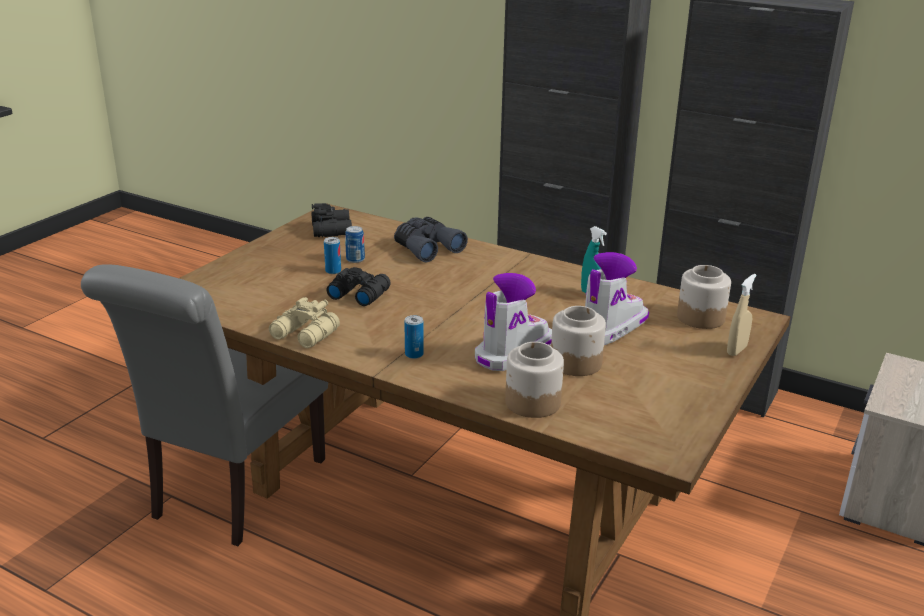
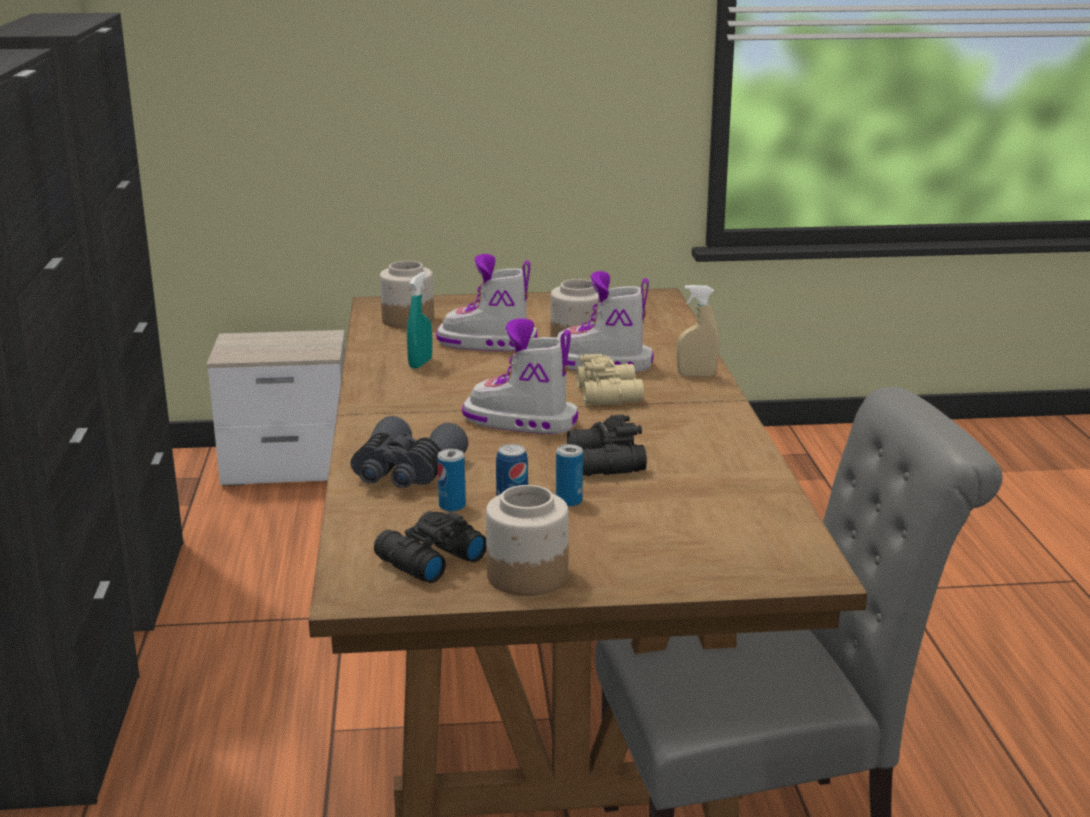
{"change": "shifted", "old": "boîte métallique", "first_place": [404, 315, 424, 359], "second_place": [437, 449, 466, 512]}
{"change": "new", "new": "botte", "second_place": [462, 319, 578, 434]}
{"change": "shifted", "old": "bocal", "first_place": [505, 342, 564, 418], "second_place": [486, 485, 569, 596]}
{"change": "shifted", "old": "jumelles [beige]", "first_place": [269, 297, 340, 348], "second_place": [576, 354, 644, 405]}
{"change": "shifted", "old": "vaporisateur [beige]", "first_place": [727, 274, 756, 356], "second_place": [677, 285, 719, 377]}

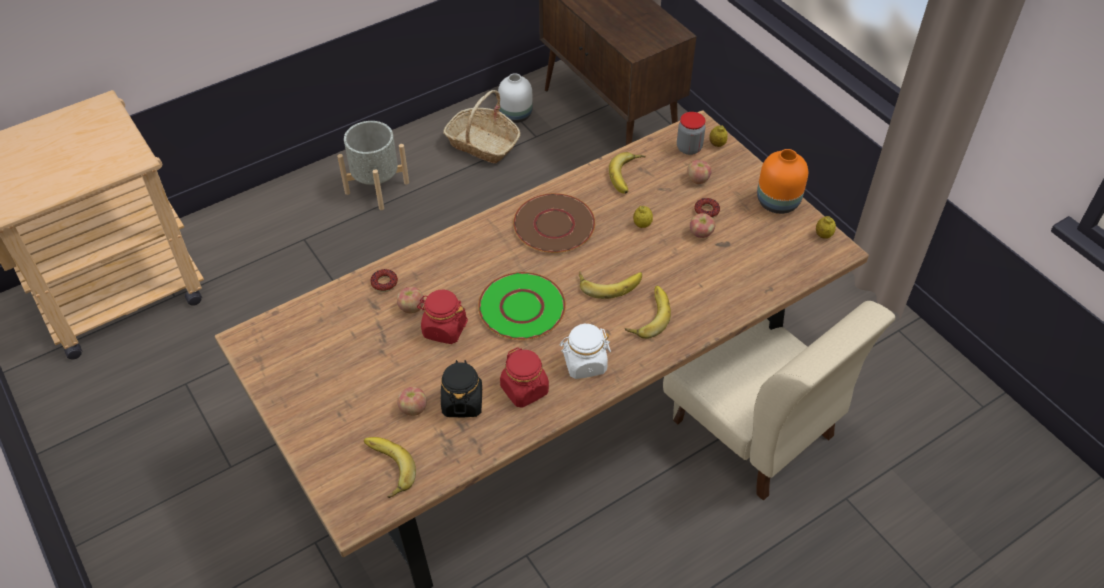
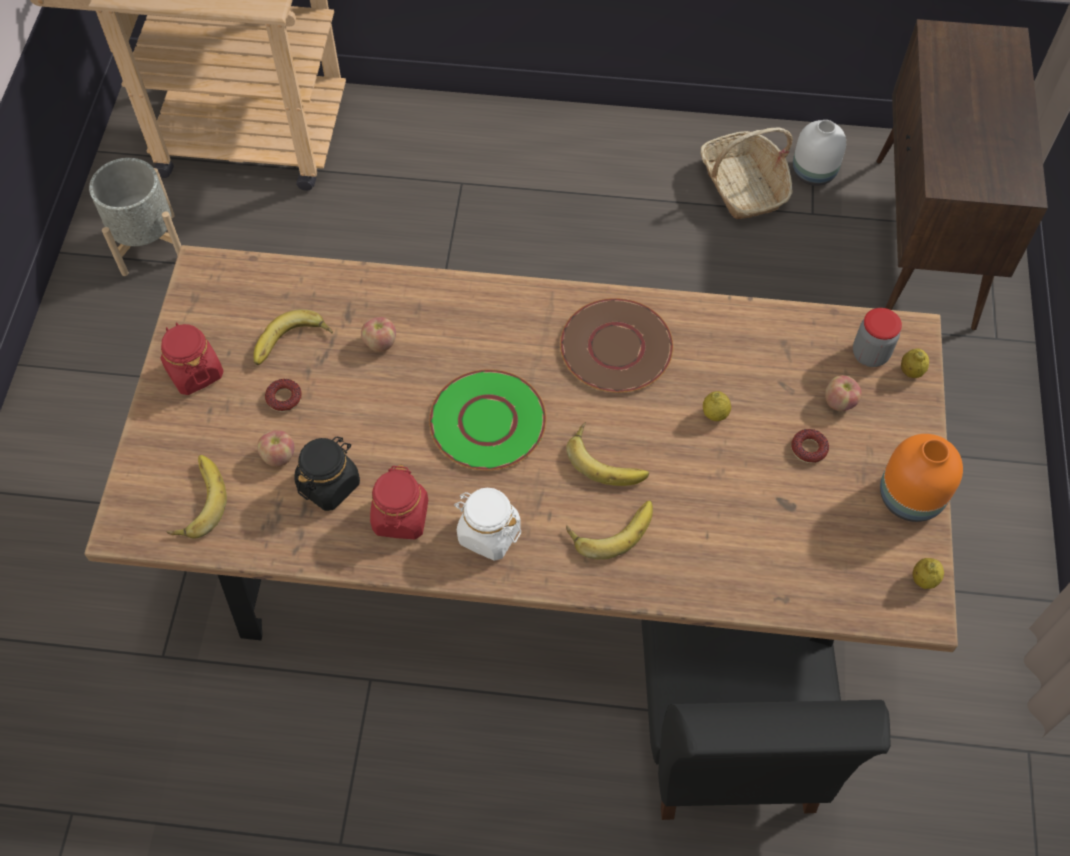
{"change": "shifted", "old": "cache-pot [gris]", "first_place": [337, 121, 409, 210], "second_place": [89, 158, 181, 276]}
{"change": "shifted", "old": "bocal [rouge]", "first_place": [417, 290, 468, 344], "second_place": [161, 322, 223, 395]}
{"change": "shifted", "old": "banane", "first_place": [609, 152, 646, 194], "second_place": [253, 309, 333, 365]}
{"change": "shifted", "old": "beignet", "first_place": [370, 269, 398, 292], "second_place": [265, 379, 302, 412]}
{"change": "repainted", "old": "chaise [beige]", "new": "chaise [noir]", "first_place": [663, 301, 895, 501], "second_place": [641, 619, 891, 820]}
{"change": "gone", "old": "pomme", "first_place": [690, 213, 715, 238]}

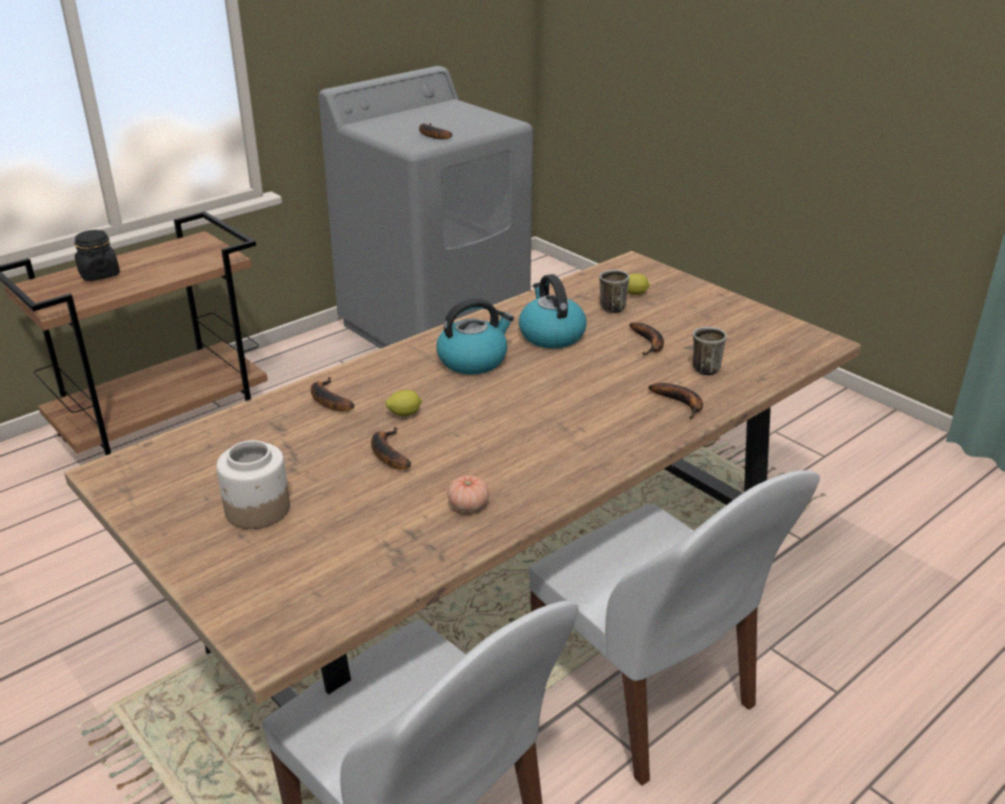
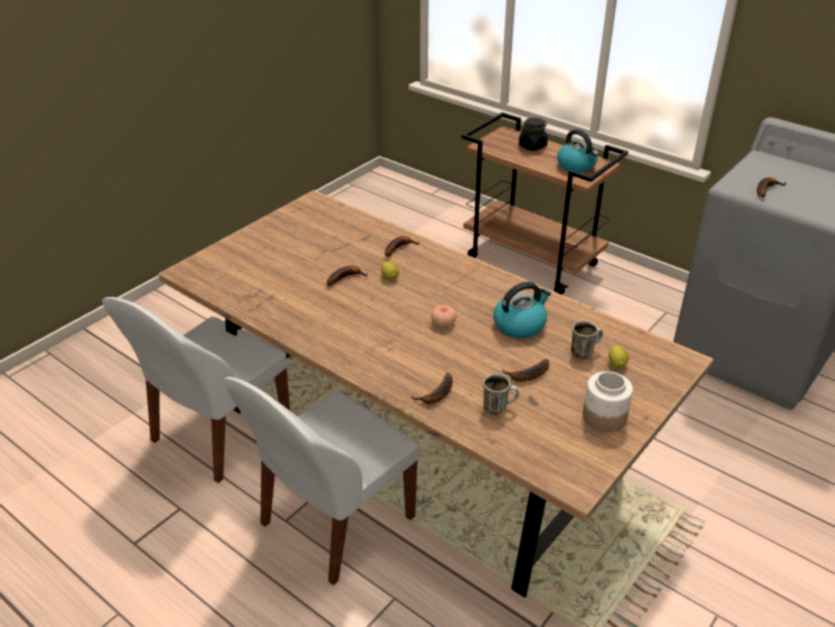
{"change": "shifted", "old": "tomate", "first_place": [447, 476, 489, 512], "second_place": [431, 305, 456, 327]}
{"change": "shifted", "old": "bouilloire", "first_place": [437, 298, 514, 375], "second_place": [557, 129, 599, 173]}
{"change": "shifted", "old": "bocal", "first_place": [216, 440, 290, 529], "second_place": [583, 371, 633, 432]}

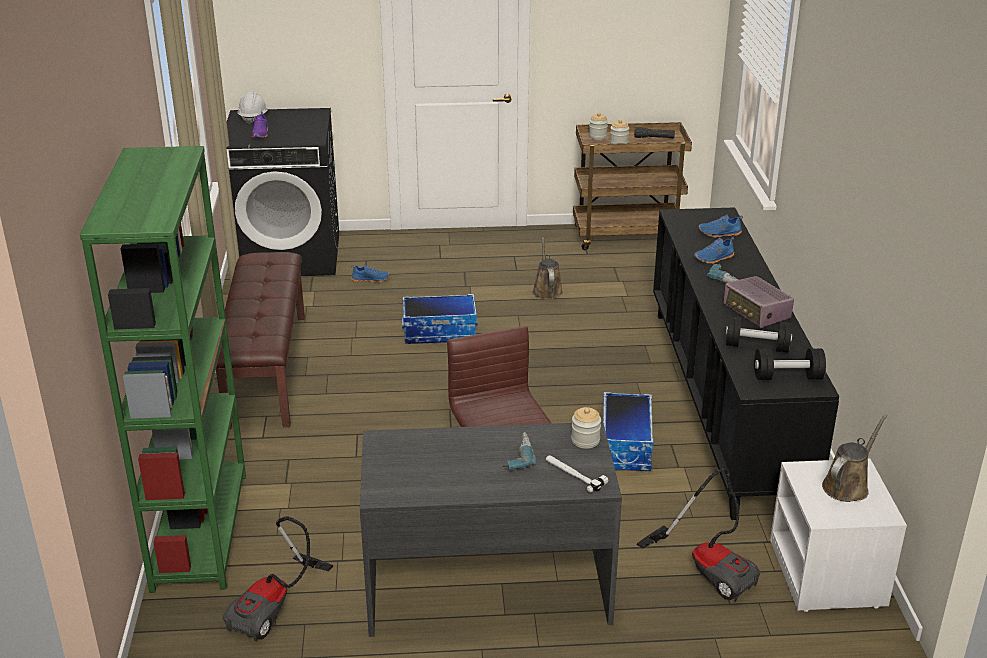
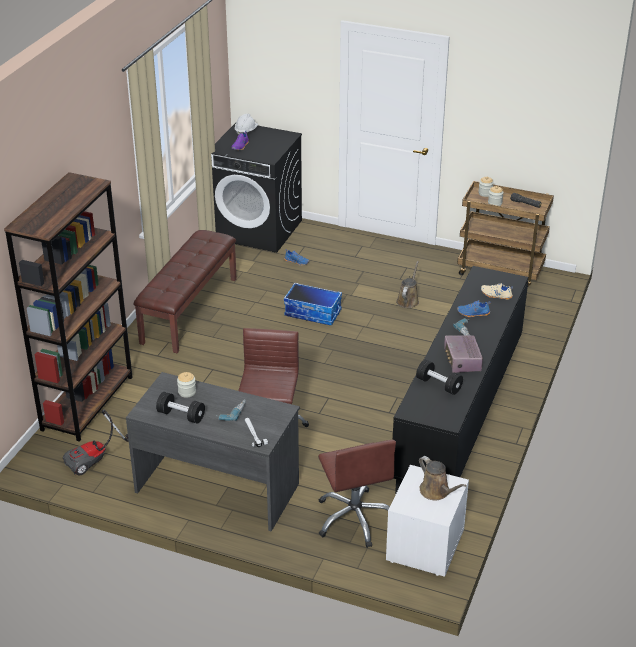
{"change": "repainted", "old": "bibliothèque [vert]", "new": "bibliothèque [marron]", "first_place": [80, 146, 246, 593], "second_place": [4, 172, 133, 442]}
{"change": "shifted", "old": "haltère [noir]", "first_place": [754, 348, 826, 380], "second_place": [156, 392, 205, 424]}
{"change": "shifted", "old": "bocal", "first_place": [571, 407, 601, 449], "second_place": [177, 372, 196, 398]}
{"change": "swapped", "old": "aspirateur", "new": "chaise de bureau [marron]", "first_place": [637, 468, 760, 601], "second_place": [318, 440, 396, 548]}
{"change": "rotated", "old": "arrosoir [marron]", "first_place": [822, 414, 888, 502], "second_place": [419, 456, 467, 500], "degrees": 75}
{"change": "repainted", "old": "chaussure [bleu]", "new": "chaussure [beige]", "first_place": [698, 215, 743, 238], "second_place": [481, 283, 513, 300]}
{"change": "gone", "old": "boîte de rangement", "first_place": [603, 392, 654, 471]}

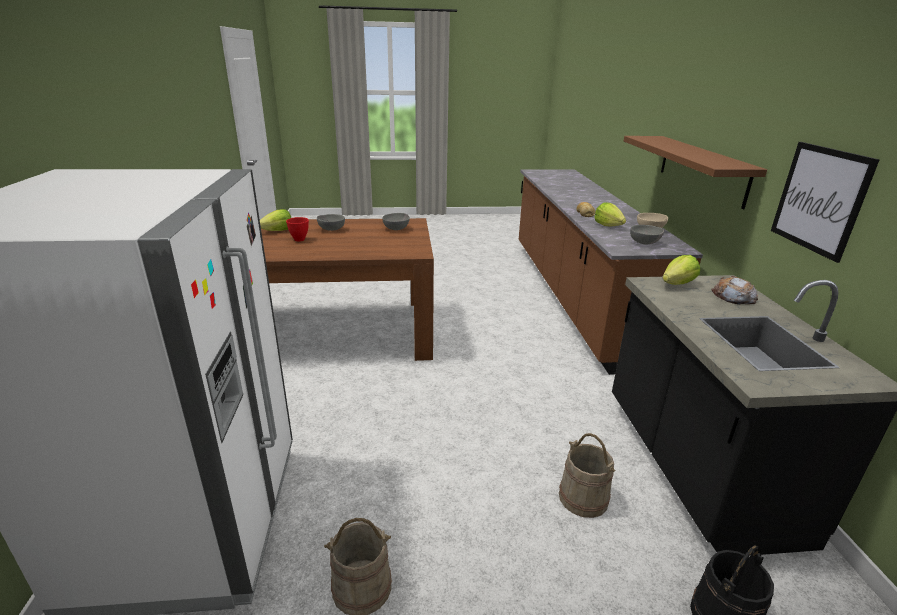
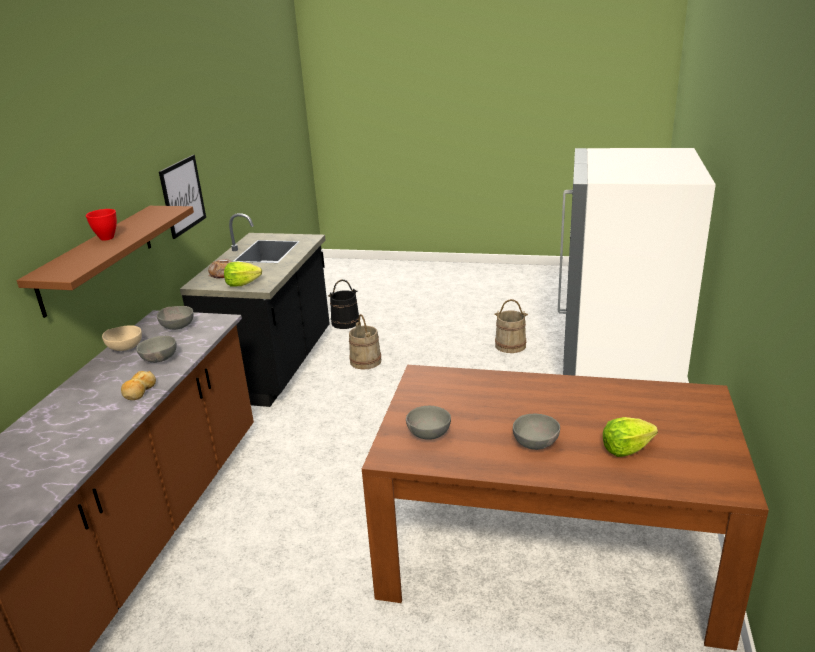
{"change": "shifted", "old": "bol [rouge]", "first_place": [286, 217, 309, 241], "second_place": [86, 209, 117, 240]}
{"change": "swapped", "old": "laitue", "new": "bol [gris]", "first_place": [594, 202, 626, 226], "second_place": [136, 336, 177, 363]}

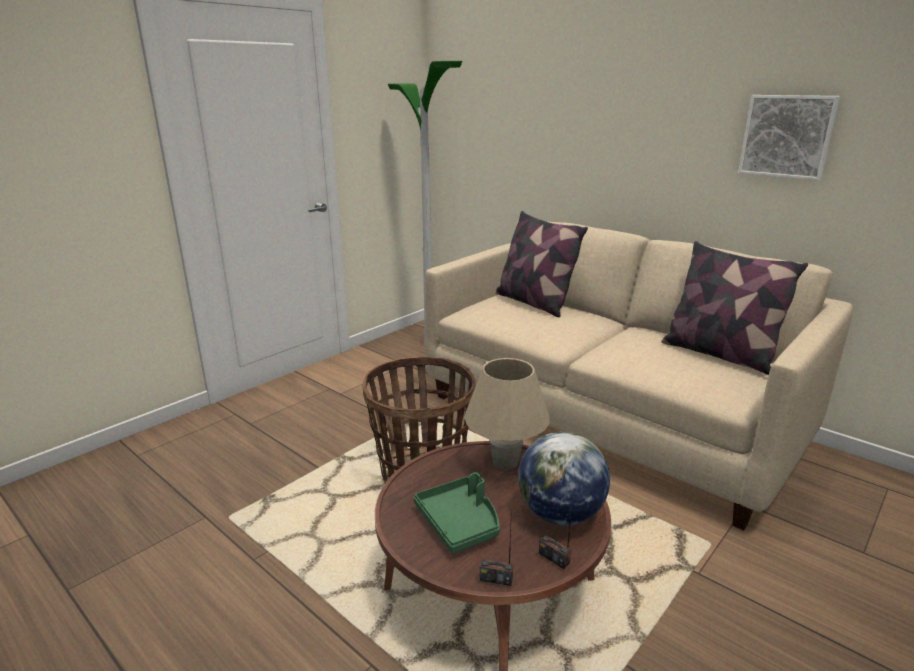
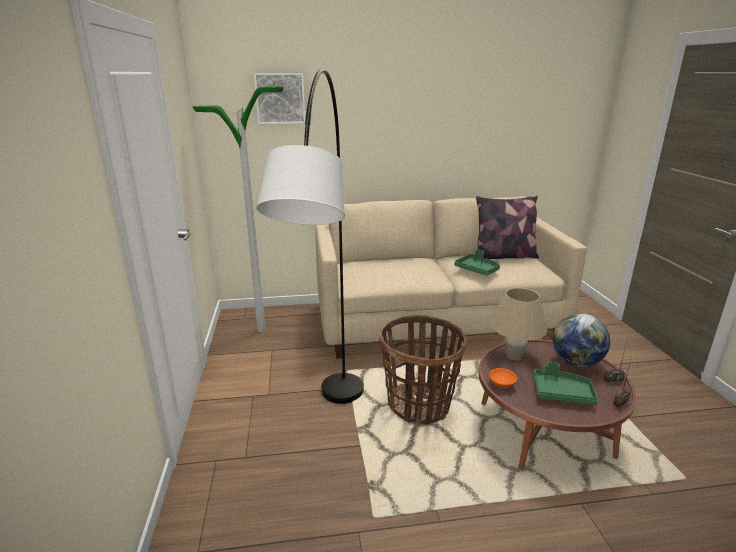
{"change": "shifted", "old": "tableau", "first_place": [738, 95, 840, 181], "second_place": [254, 73, 305, 124]}
{"change": "new", "new": "lampadaire [gris]", "second_place": [256, 69, 364, 404]}
{"change": "new", "new": "plateau [vert]", "second_place": [454, 249, 500, 276]}
{"change": "new", "new": "bol [orange]", "second_place": [489, 368, 518, 388]}
{"change": "gone", "old": "coussin", "first_place": [496, 211, 588, 317]}

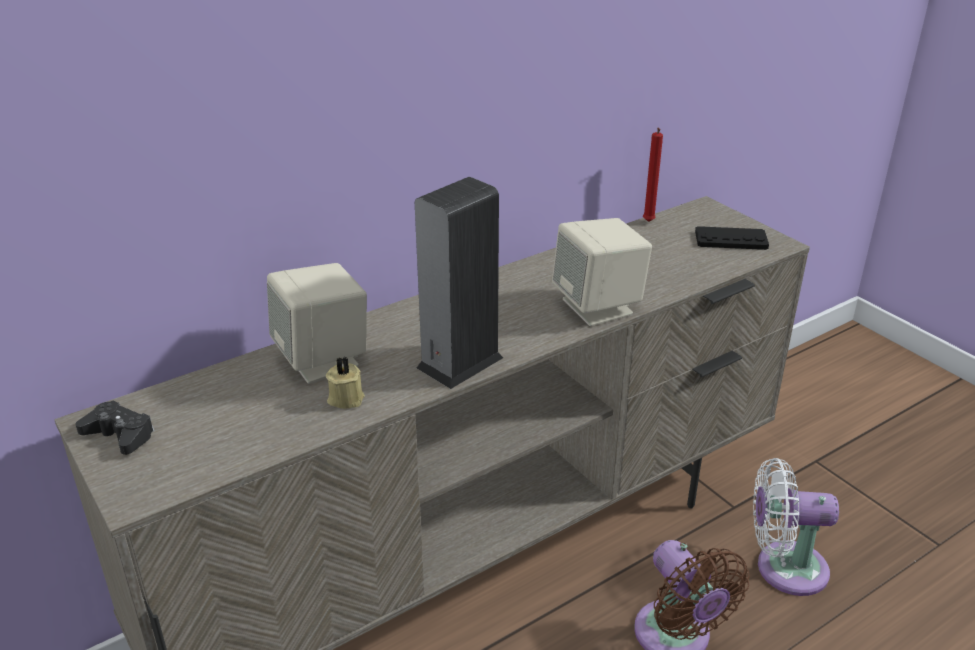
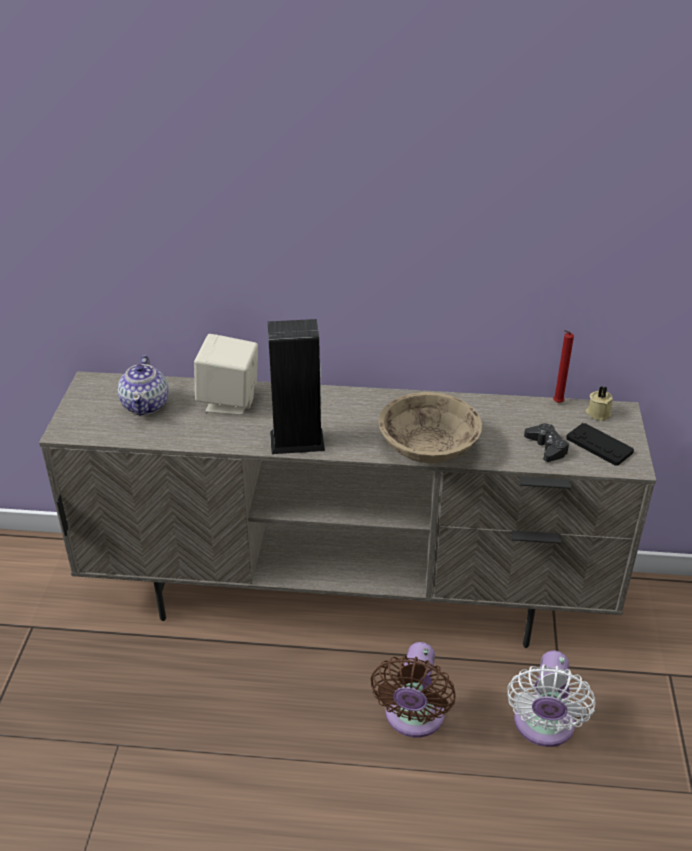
{"change": "new", "new": "théière", "second_place": [118, 356, 168, 416]}
{"change": "swapped", "old": "enceinte [beige]", "new": "bol [beige]", "first_place": [552, 218, 652, 326], "second_place": [378, 392, 482, 463]}
{"change": "rotated", "old": "ventilateur [blanc]", "first_place": [753, 458, 839, 596], "second_place": [507, 651, 595, 747], "degrees": -120}
{"change": "shifted", "old": "manette [noir]", "first_place": [75, 401, 154, 455], "second_place": [524, 423, 569, 462]}
{"change": "shifted", "old": "bougie [beige]", "first_place": [326, 357, 365, 409], "second_place": [586, 386, 613, 421]}

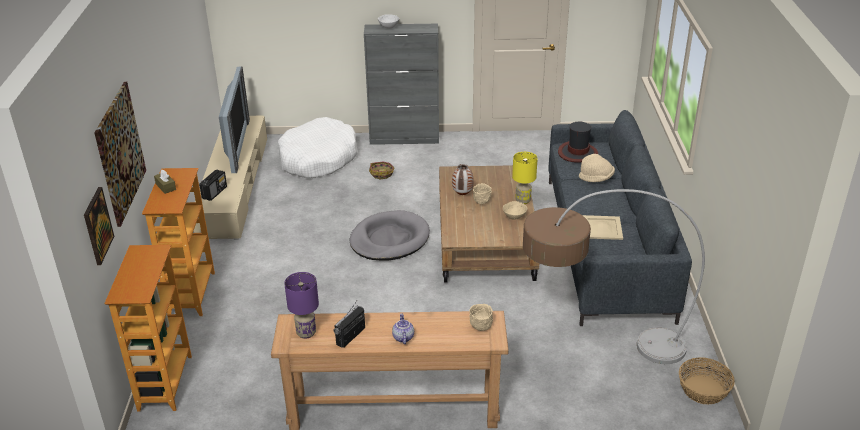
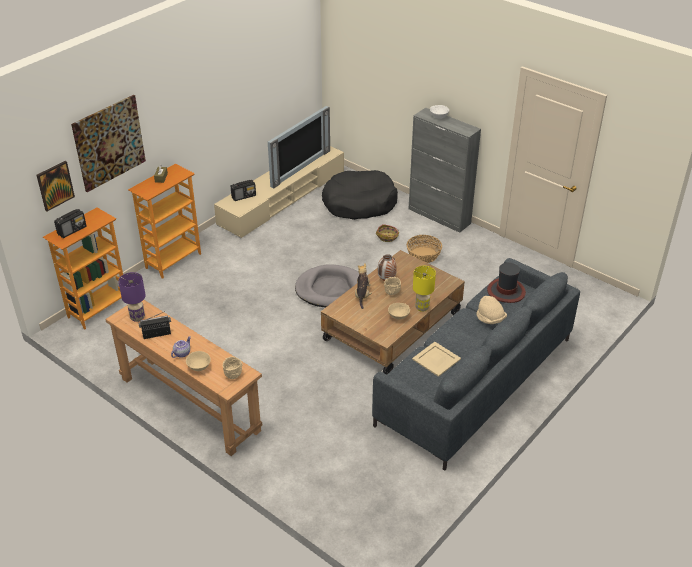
{"change": "new", "new": "radio", "second_place": [54, 209, 86, 238]}
{"change": "new", "new": "bol [beige]", "second_place": [186, 351, 211, 371]}
{"change": "repainted", "old": "panier pour chien [blanc]", "new": "panier pour chien [noir]", "first_place": [278, 117, 358, 178], "second_place": [322, 170, 398, 220]}
{"change": "new", "new": "peluche", "second_place": [355, 263, 372, 309]}
{"change": "shifted", "old": "panier", "first_place": [679, 358, 735, 404], "second_place": [406, 235, 442, 263]}
{"change": "gone", "old": "lampadaire", "first_place": [523, 189, 705, 364]}

